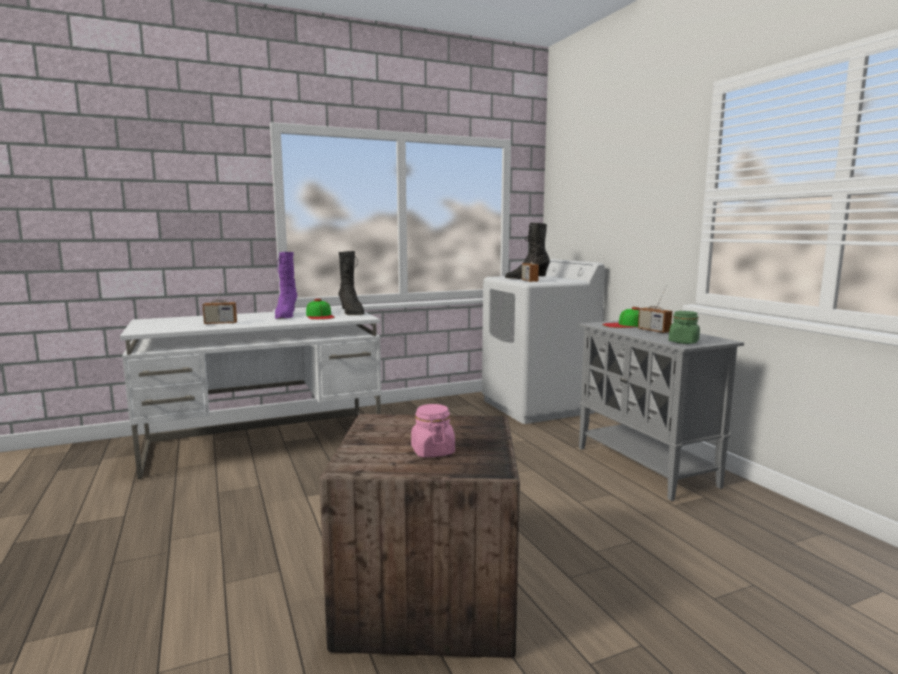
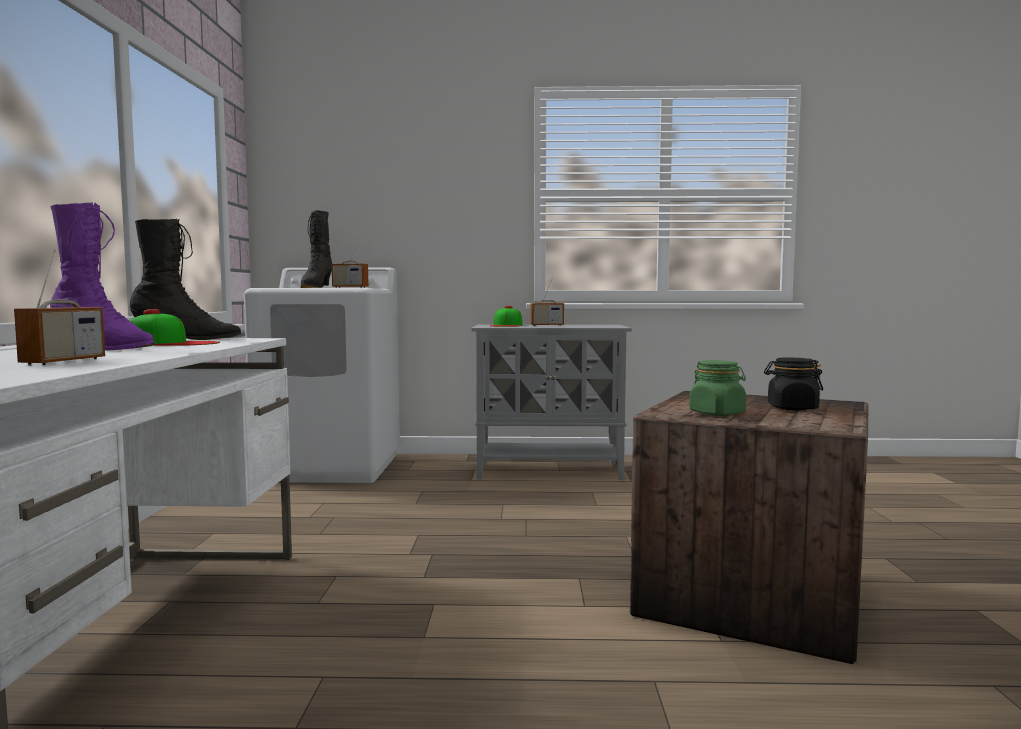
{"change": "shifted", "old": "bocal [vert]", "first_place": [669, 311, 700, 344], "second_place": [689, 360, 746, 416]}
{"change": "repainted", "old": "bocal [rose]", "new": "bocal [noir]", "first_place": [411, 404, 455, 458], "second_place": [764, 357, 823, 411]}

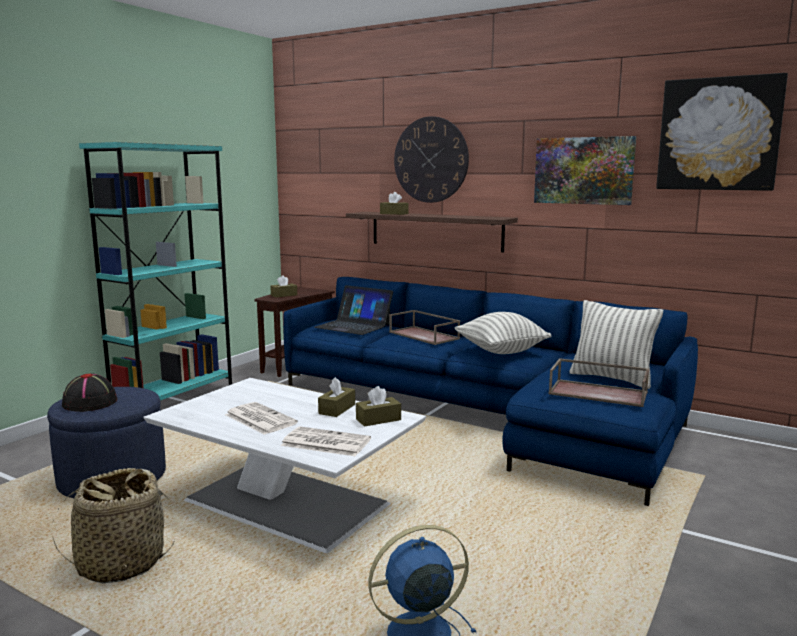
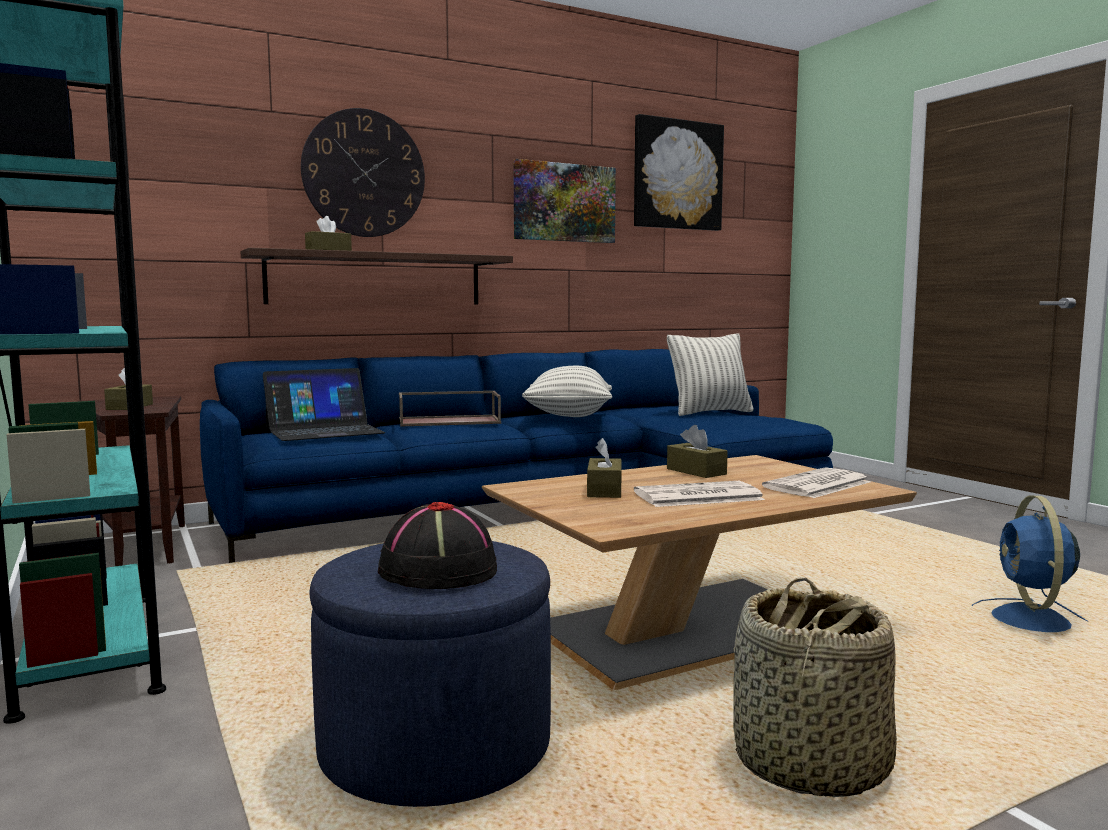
{"change": "repainted", "old": "table basse [blanc]", "new": "table basse [marron]", "first_place": [144, 378, 426, 553], "second_place": [482, 455, 917, 690]}
{"change": "shifted", "old": "boîte à mouchoirs [marron]", "first_place": [356, 386, 401, 427], "second_place": [587, 438, 622, 498]}
{"change": "gone", "old": "plateau [marron]", "first_place": [548, 358, 650, 407]}

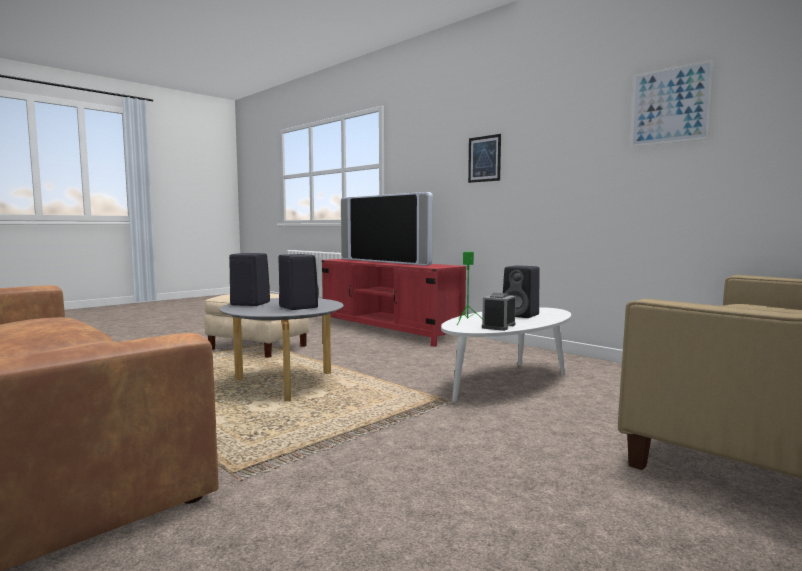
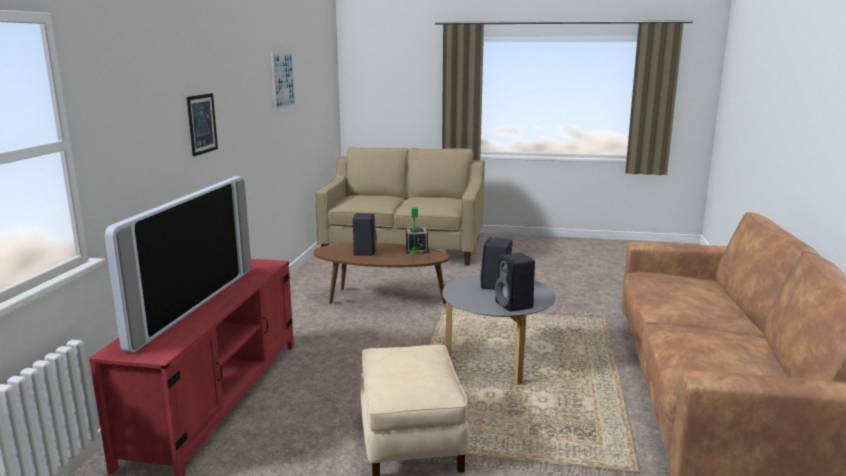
{"change": "repainted", "old": "table basse [blanc]", "new": "table basse [marron]", "first_place": [441, 307, 571, 403], "second_place": [314, 243, 449, 304]}

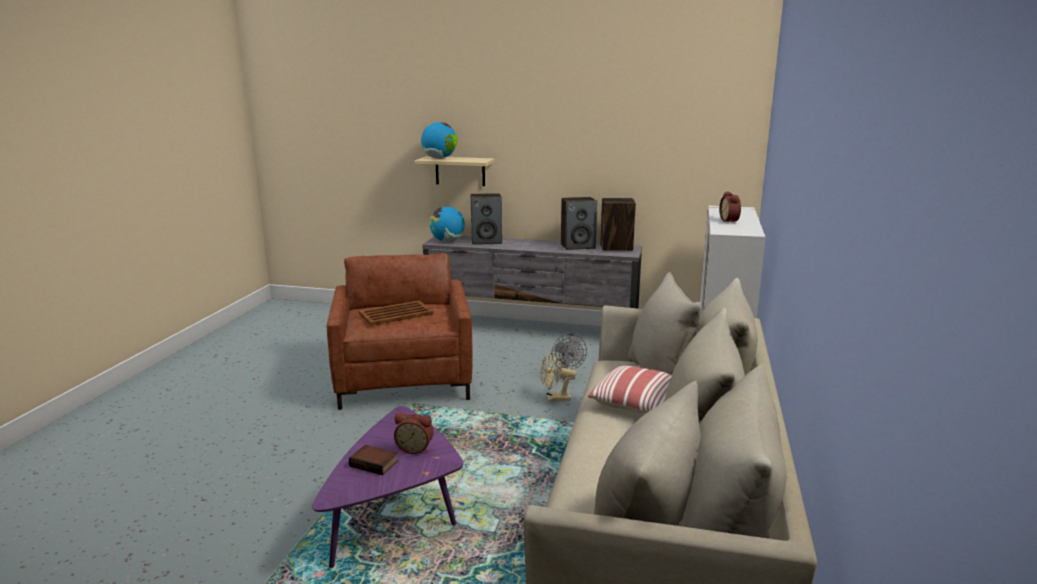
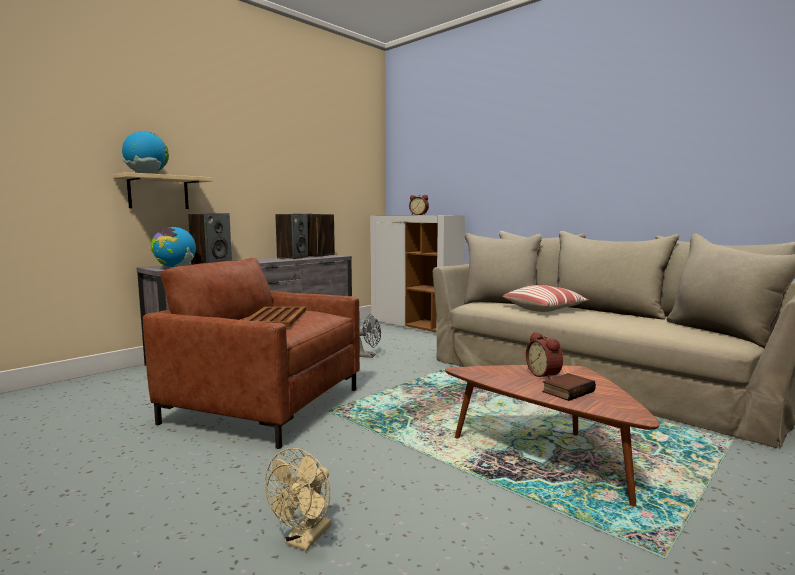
{"change": "shifted", "old": "ventilateur [beige]", "first_place": [540, 351, 576, 401], "second_place": [265, 448, 332, 551]}
{"change": "repainted", "old": "table basse [violet]", "new": "table basse [marron]", "first_place": [312, 406, 463, 568], "second_place": [445, 365, 660, 506]}
{"change": "rotated", "old": "réveil", "first_place": [394, 413, 433, 454], "second_place": [526, 332, 563, 379], "degrees": 120}

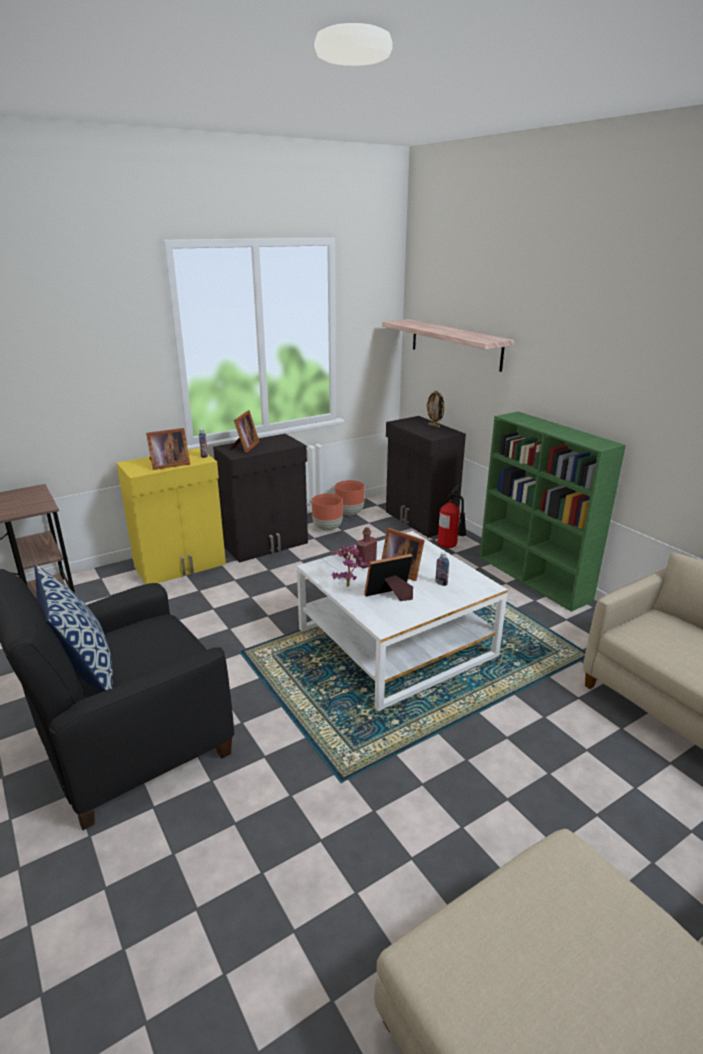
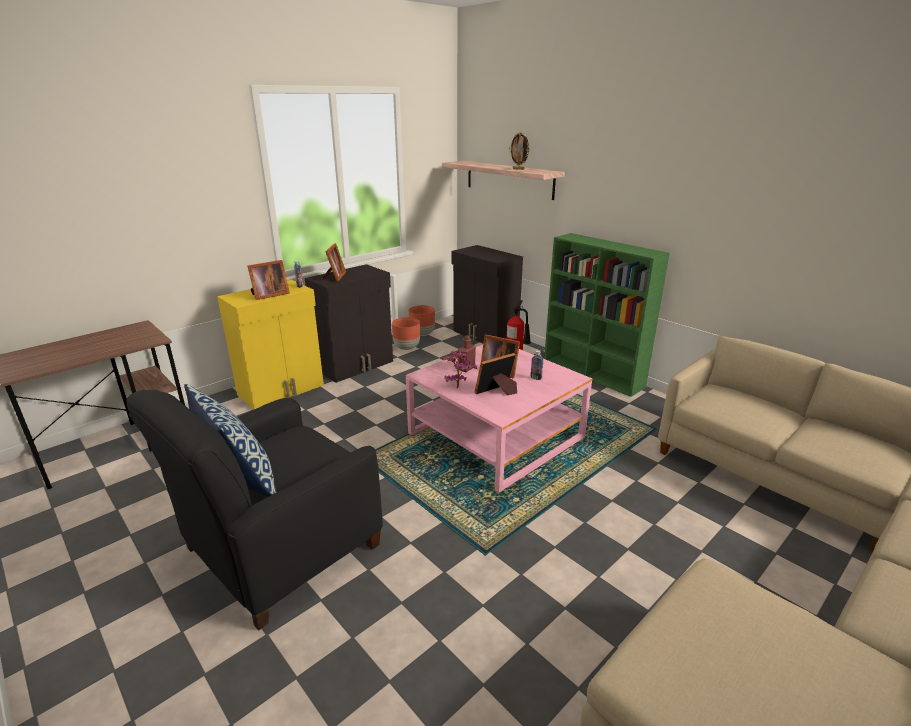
{"change": "repainted", "old": "table basse [blanc]", "new": "table basse [rose]", "first_place": [297, 531, 508, 711], "second_place": [406, 345, 592, 492]}
{"change": "shifted", "old": "cadre photo", "first_place": [426, 390, 445, 428], "second_place": [509, 132, 530, 170]}

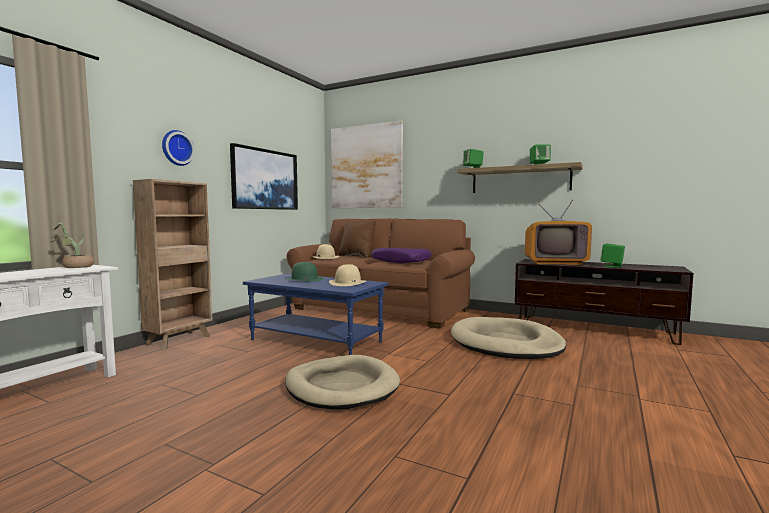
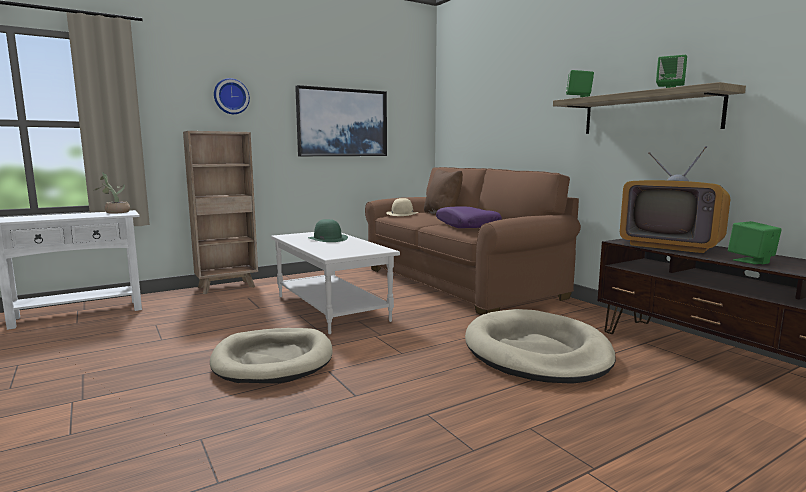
{"change": "repainted", "old": "table basse [bleu]", "new": "table basse [blanc]", "first_place": [243, 274, 389, 355], "second_place": [271, 232, 400, 334]}
{"change": "gone", "old": "chapeau [beige]", "first_place": [329, 264, 366, 286]}
{"change": "gone", "old": "tableau", "first_place": [331, 121, 403, 208]}

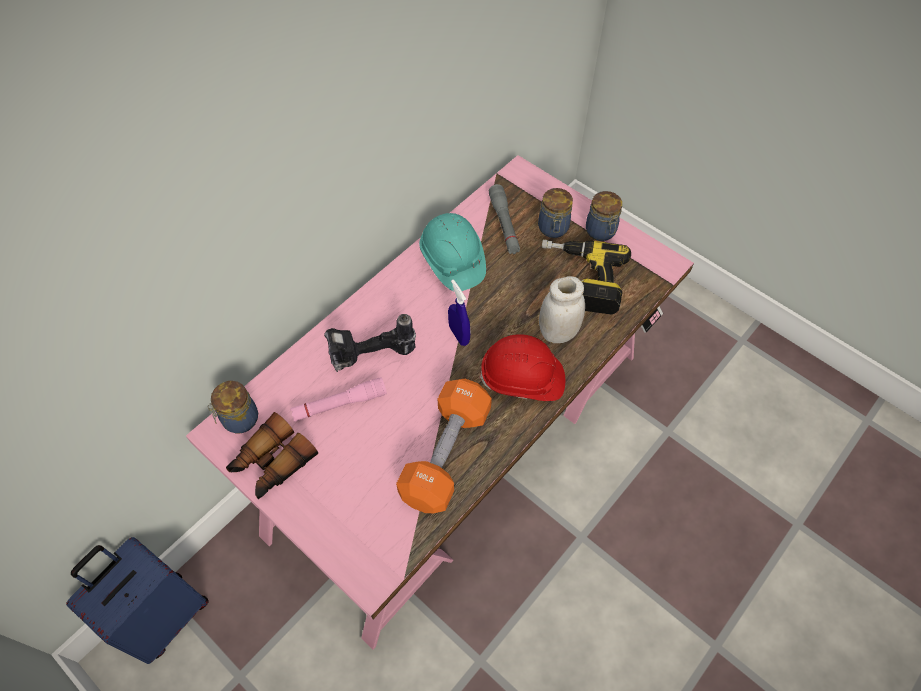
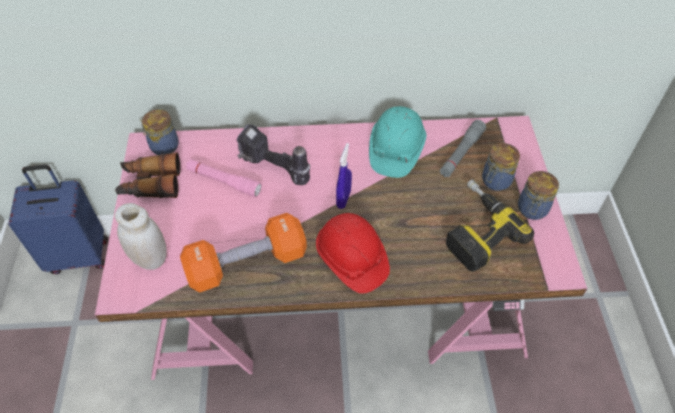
{"change": "shifted", "old": "bocal [blanc]", "first_place": [539, 276, 585, 343], "second_place": [115, 203, 167, 270]}

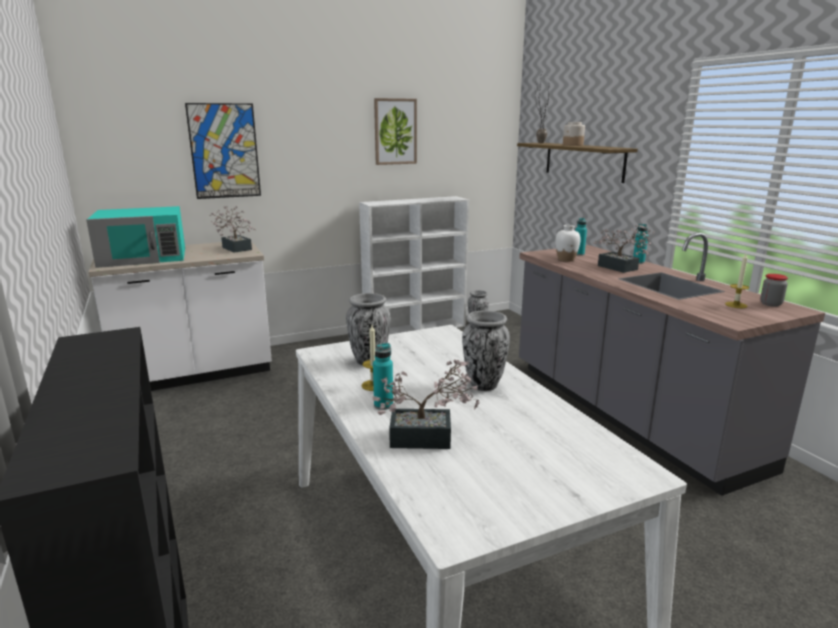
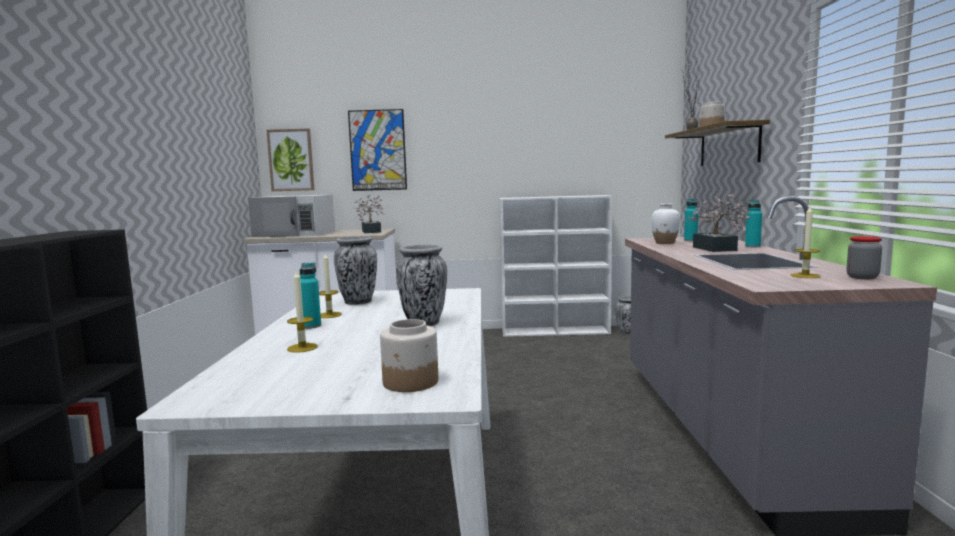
{"change": "repainted", "old": "micro-ondes [turquoise]", "new": "micro-ondes [blanc]", "first_place": [86, 206, 185, 268], "second_place": [248, 195, 335, 237]}
{"change": "shifted", "old": "tableau", "first_place": [374, 98, 417, 165], "second_place": [266, 128, 314, 191]}
{"change": "swapped", "old": "plante en pot", "new": "bougie", "first_place": [373, 359, 479, 449], "second_place": [287, 270, 318, 353]}
{"change": "new", "new": "bocal", "second_place": [380, 319, 438, 392]}

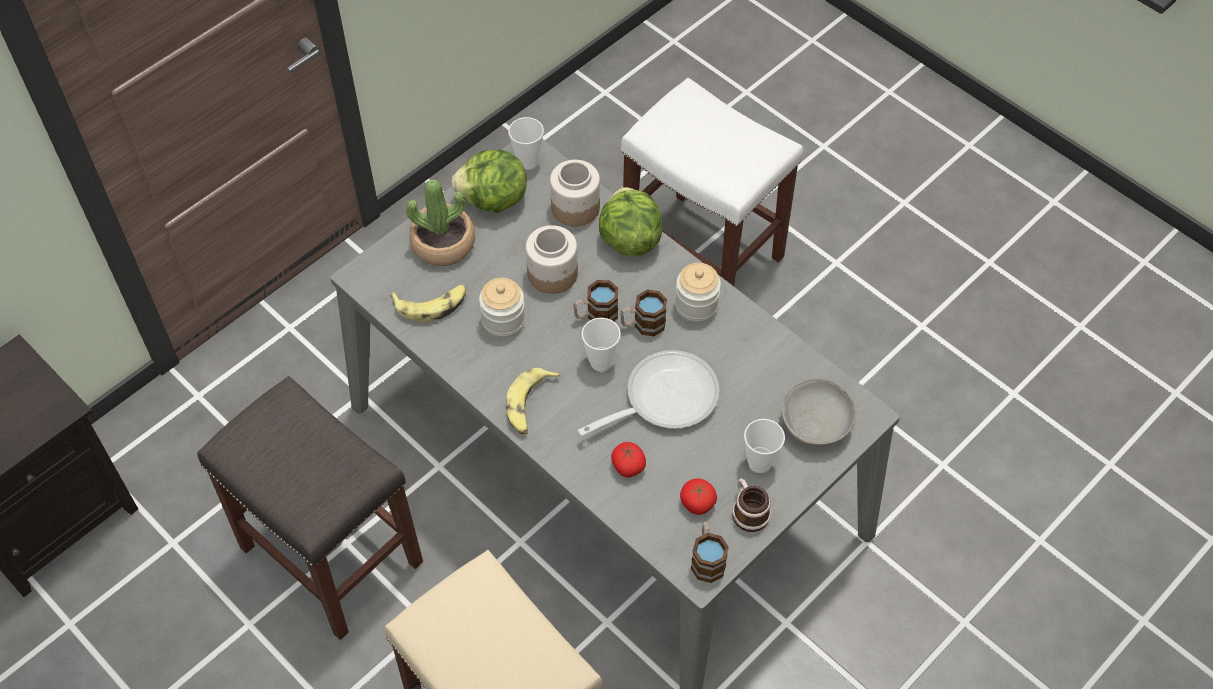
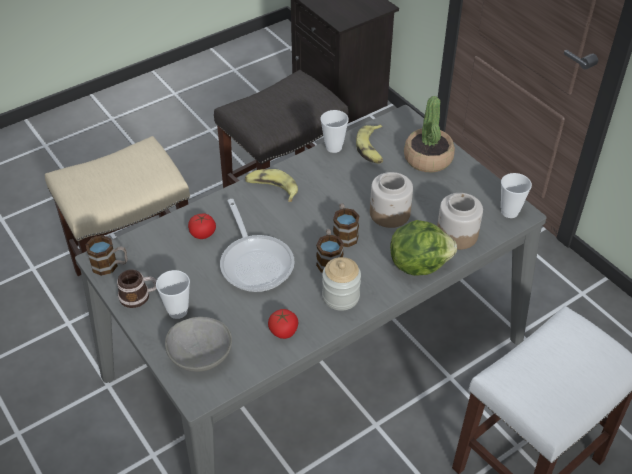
{"change": "shifted", "old": "tomate", "first_place": [680, 478, 717, 515], "second_place": [268, 309, 298, 339]}
{"change": "shifted", "old": "tasse", "first_place": [582, 318, 621, 371], "second_place": [321, 110, 349, 153]}
{"change": "gone", "old": "laitue", "first_place": [451, 150, 527, 213]}
{"change": "gone", "old": "bocal", "first_place": [479, 278, 525, 338]}

